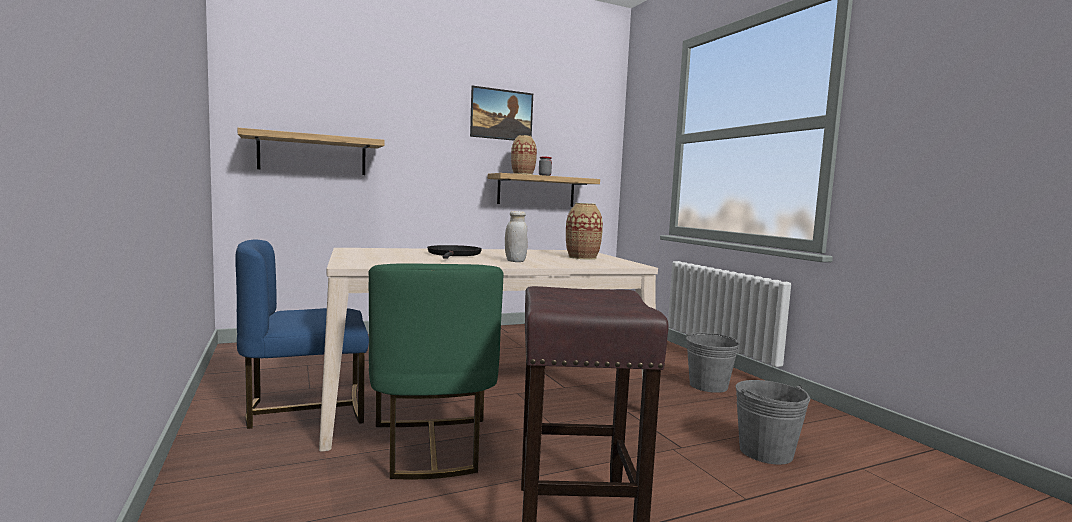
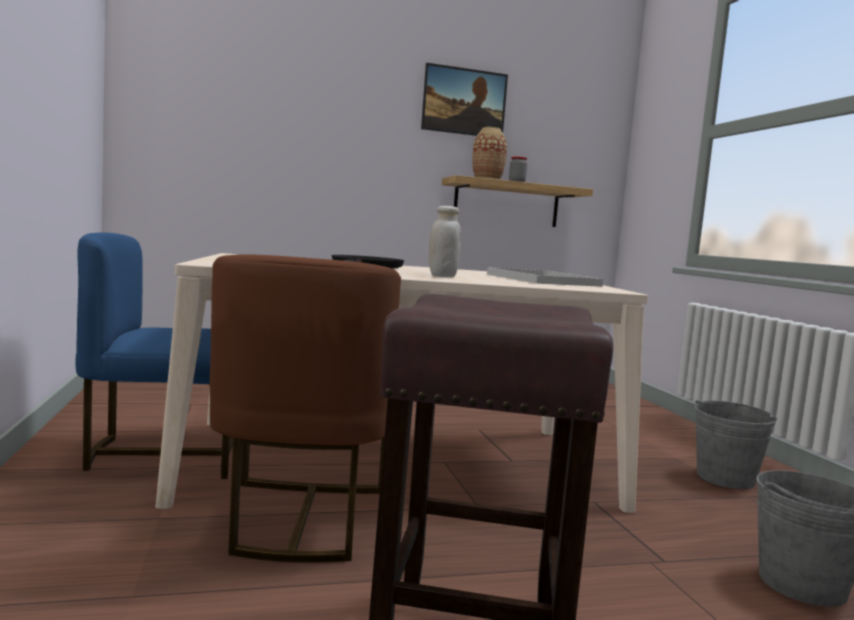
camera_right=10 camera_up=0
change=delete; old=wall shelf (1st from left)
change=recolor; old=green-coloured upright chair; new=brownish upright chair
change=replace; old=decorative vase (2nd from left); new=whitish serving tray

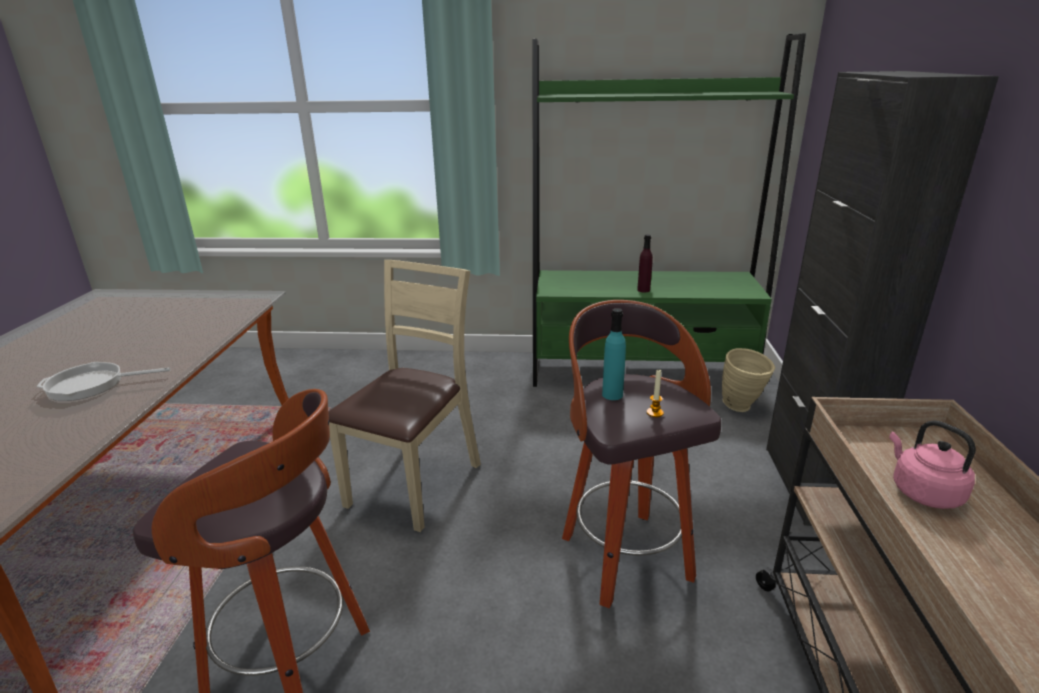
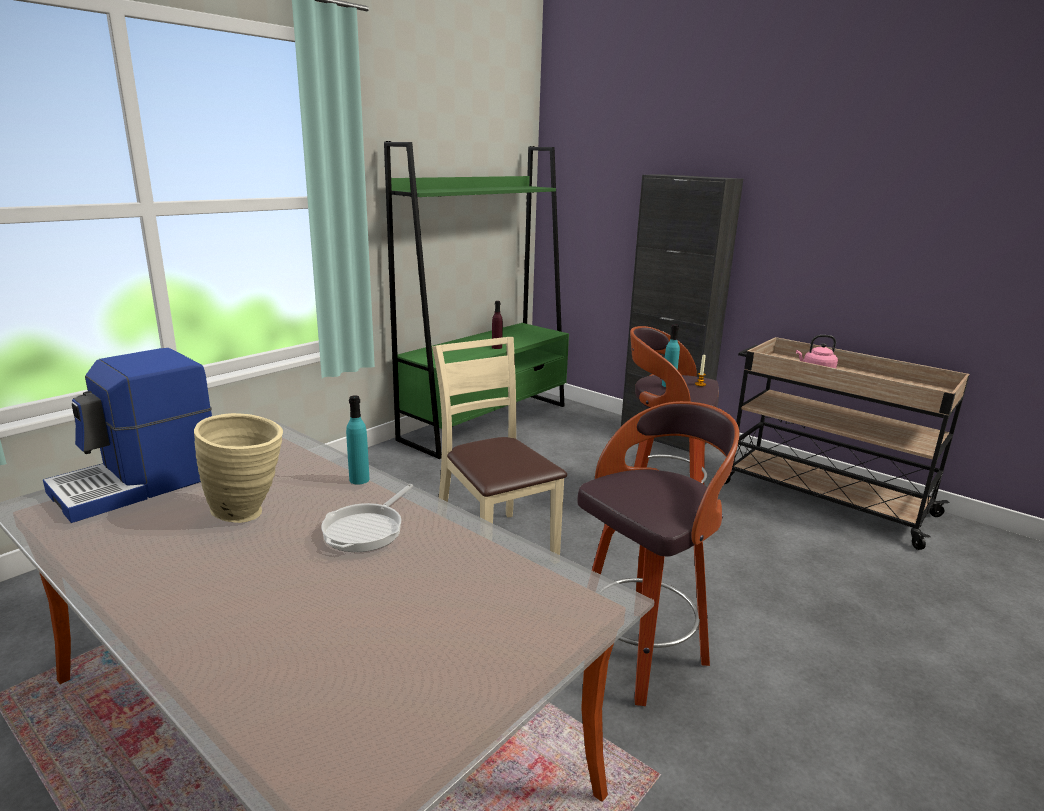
camera_right=-55 camera_up=-5
change=move; old=beige-coloured decorative vase
change=insert; new=coffee brewer
change=insert; new=blue-green drink bottle (1st from left)

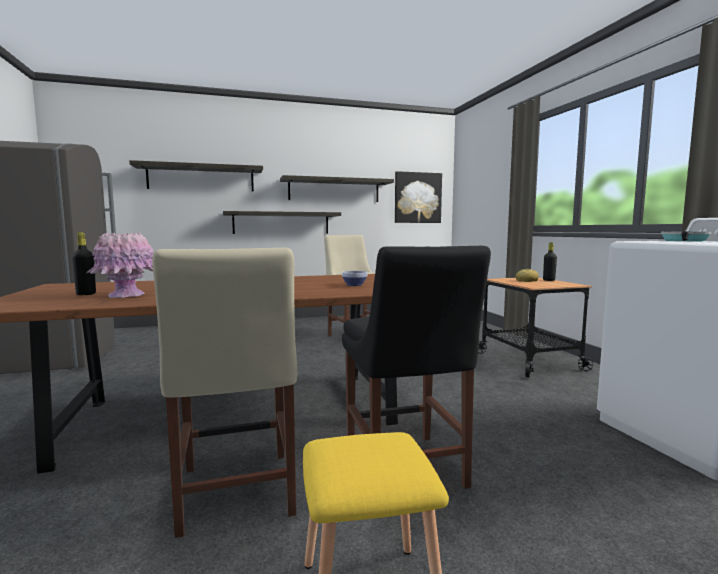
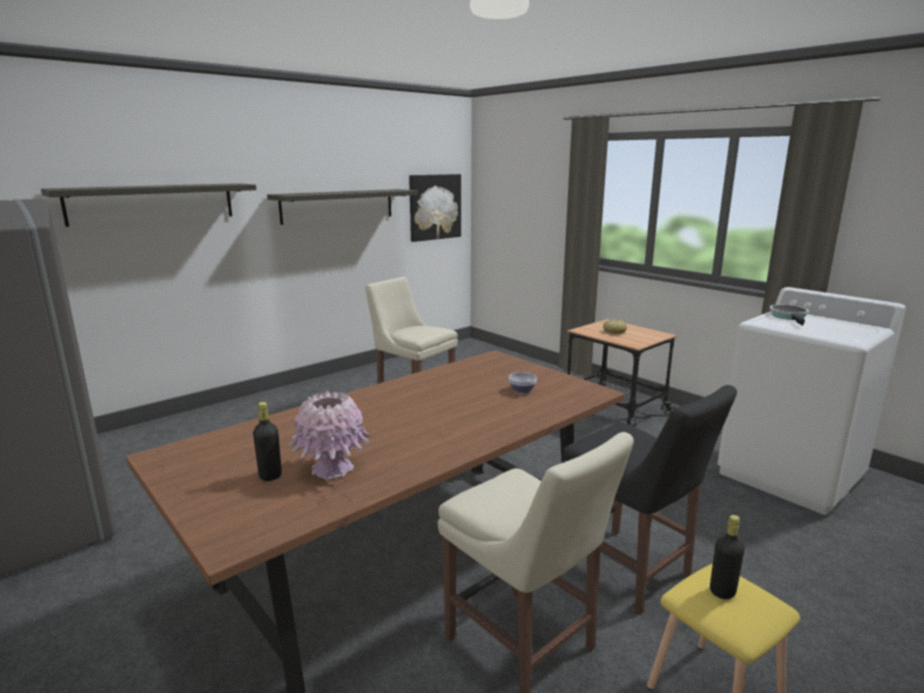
camera_right=-25 camera_up=10
change=delete; old=wall shelf (2nd from left)
change=move; old=black drink bottle (2nd from left)

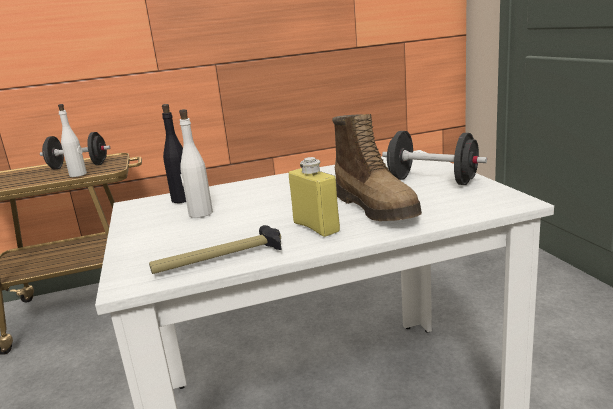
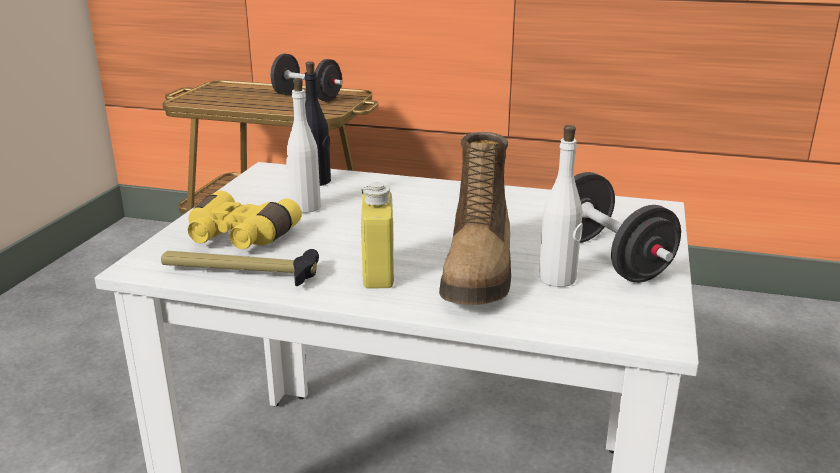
camera_right=30 camera_up=5
change=move; old=whitish drink bottle (1st from left in the first image); new=whitish drink bottle (2nd from left)
change=insert; new=yellow field glasses

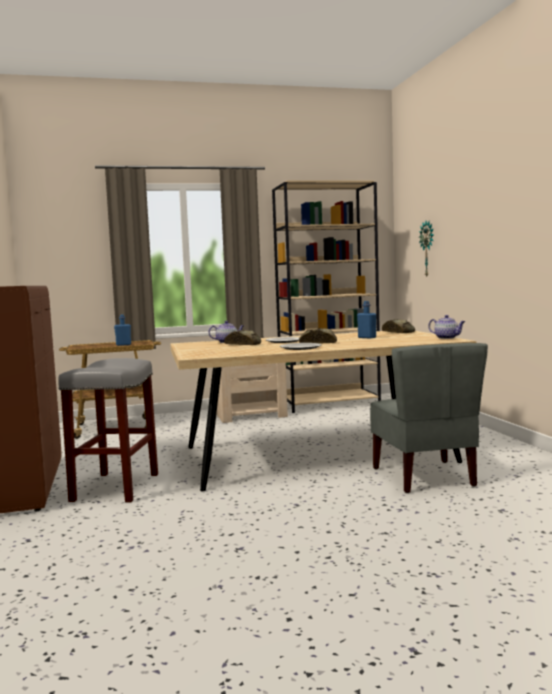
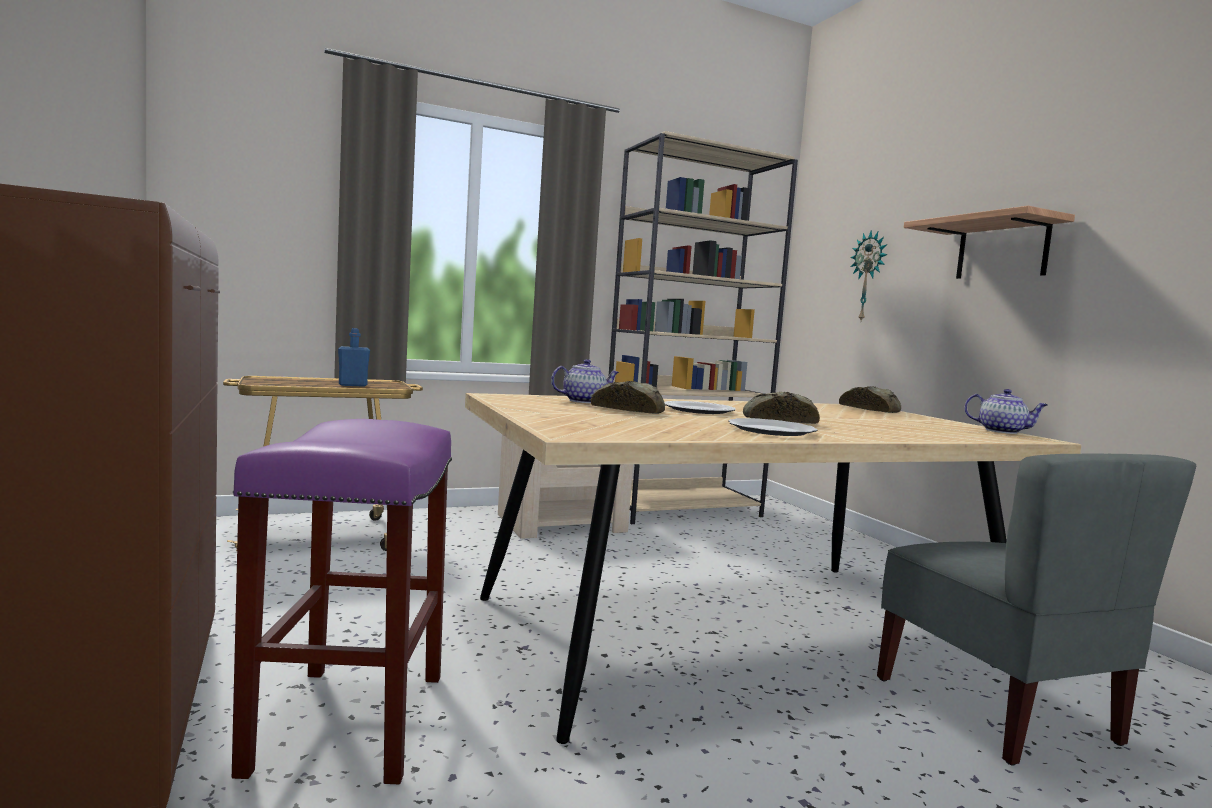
camera_right=-10 camera_up=0
change=recolor; old=grey sitting stool; new=purple-coloured sitting stool
change=delete; old=blue-coloured drink bottle (2nd from left)
change=insert; new=wall shelf

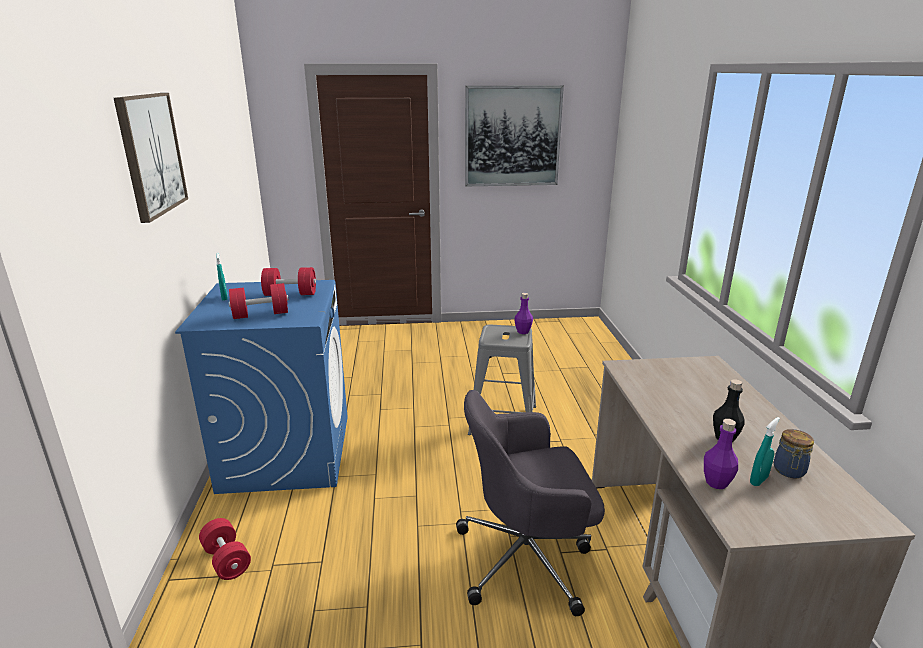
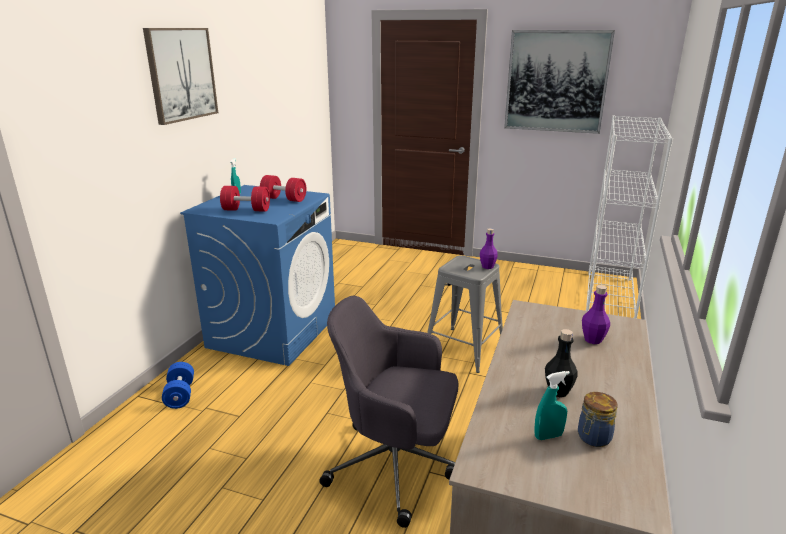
camera_right=25 camera_up=0
change=recolor; old=red hand weight (1st from left); new=blue-coloured hand weight
change=move; old=purple-coloured drink bottle (2nd from left)
change=insert; new=whitish shelving unit

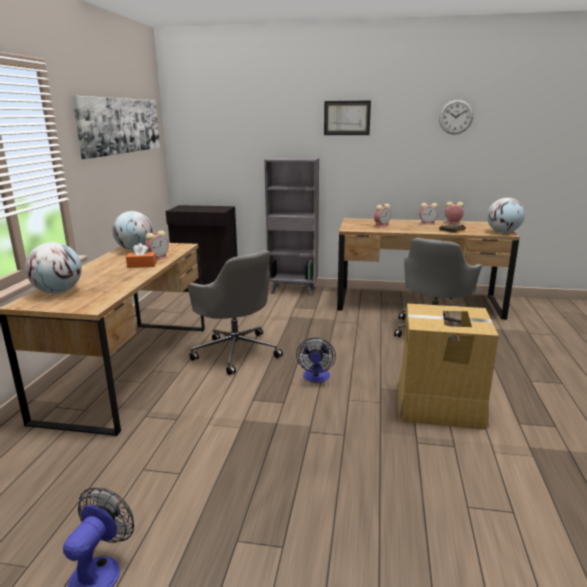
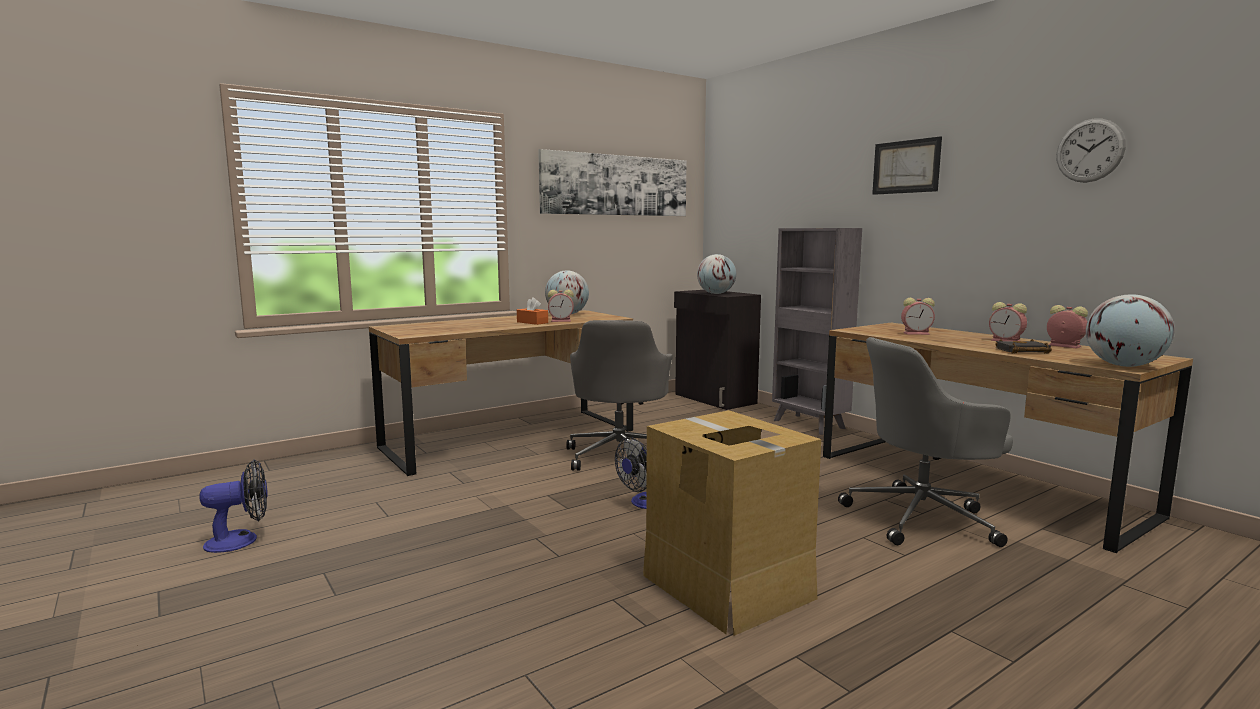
camera_right=45 camera_up=-10
change=move; old=globe (1st from left in the first image); new=globe (2nd from left)

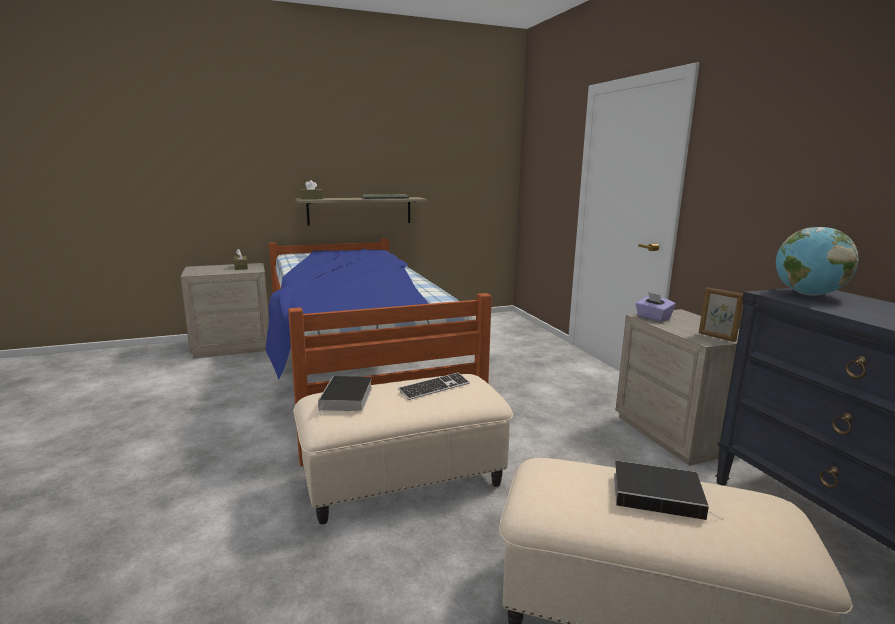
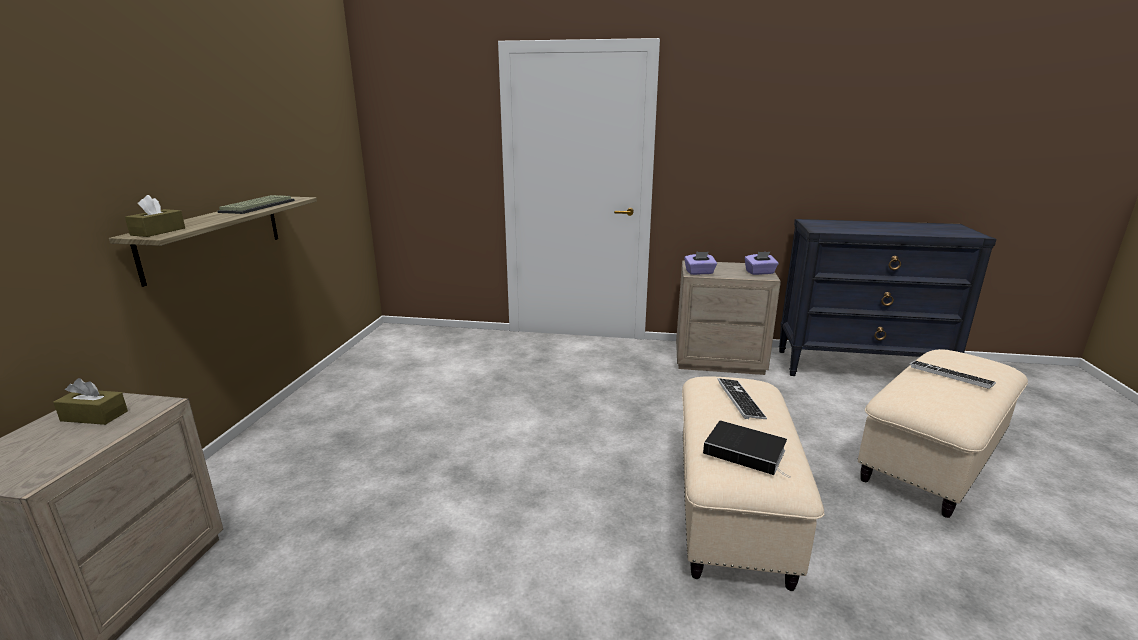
camera_right=-60 camera_up=5
change=delete; old=sleeping bed
change=replace; old=book (2nd from left); new=PC keyboard (3rd from left)
change=replace; old=photo frame; new=purple-coloured tissue holder (2nd from left)
change=delete; old=globe

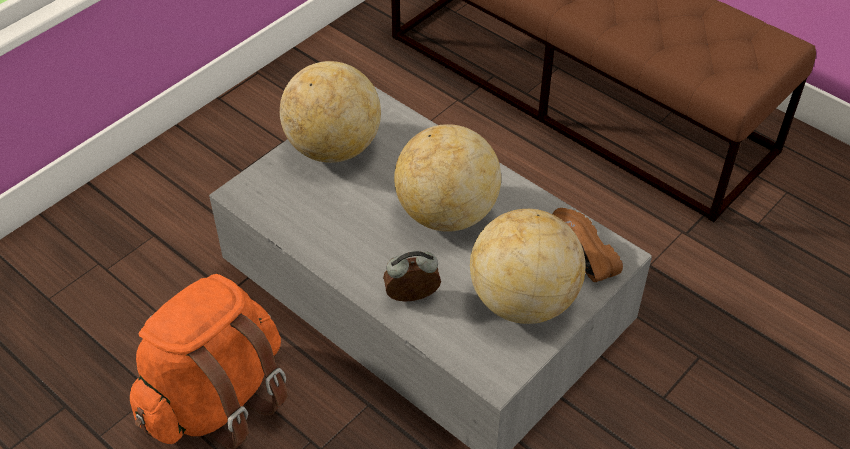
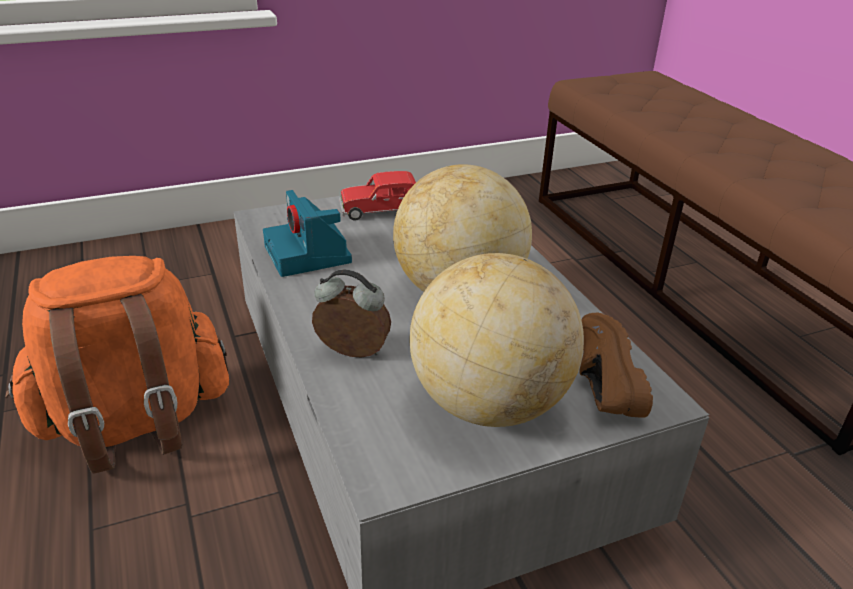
camera_right=25 camera_up=-15
change=replace; old=globe (1st from left); new=red model car
change=insert; new=photo camera

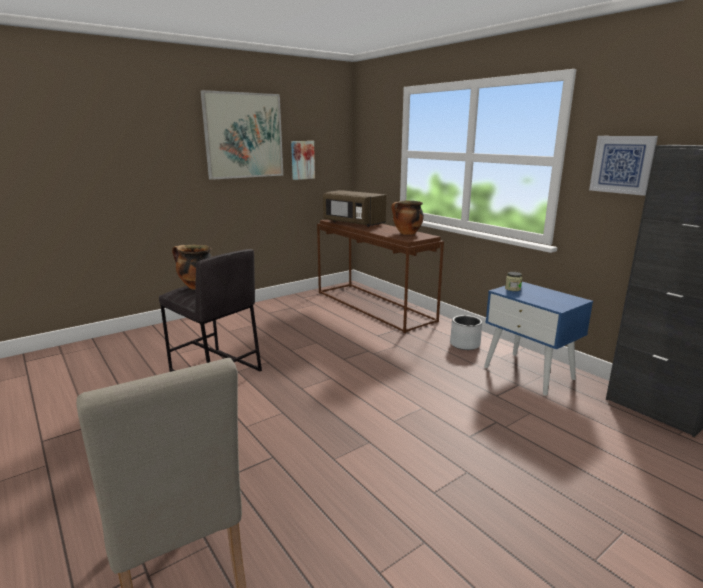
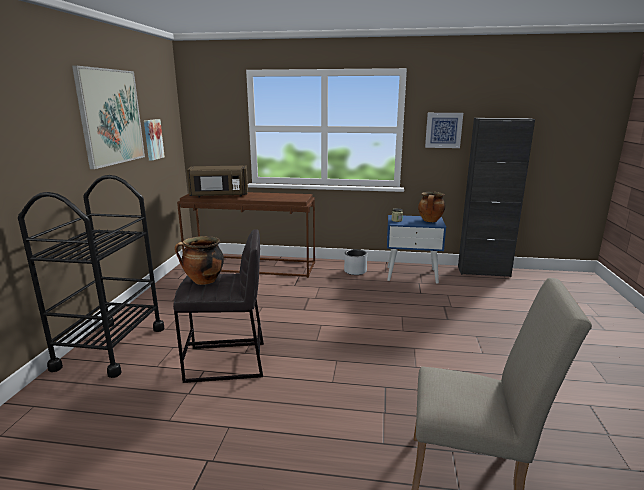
camera_right=-45 camera_up=0
change=move; old=stockpot (2nd from left)
change=insert; new=black wheeled cart

